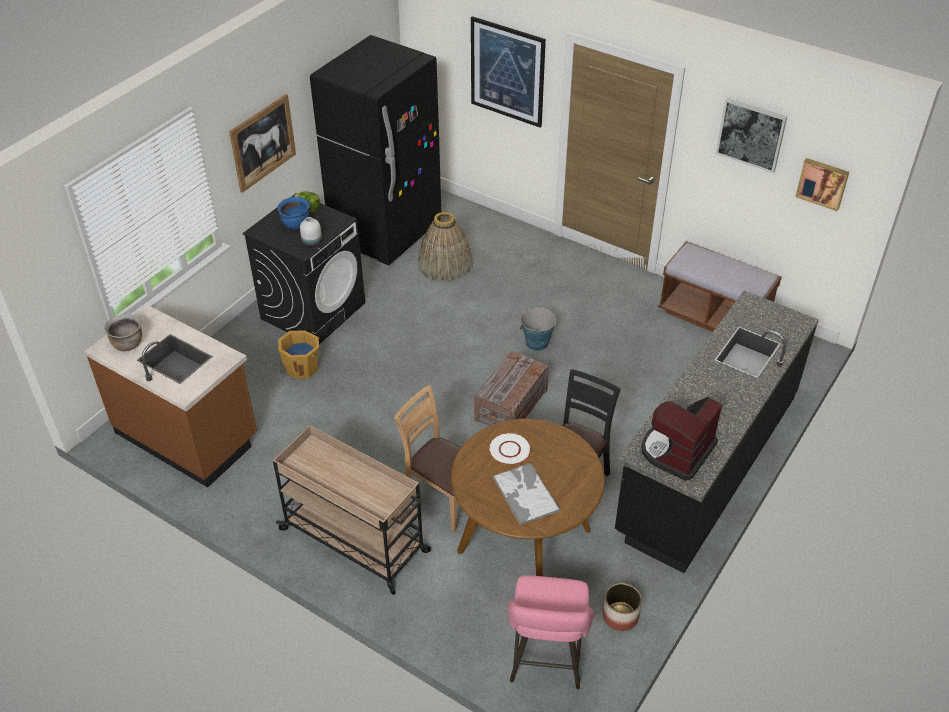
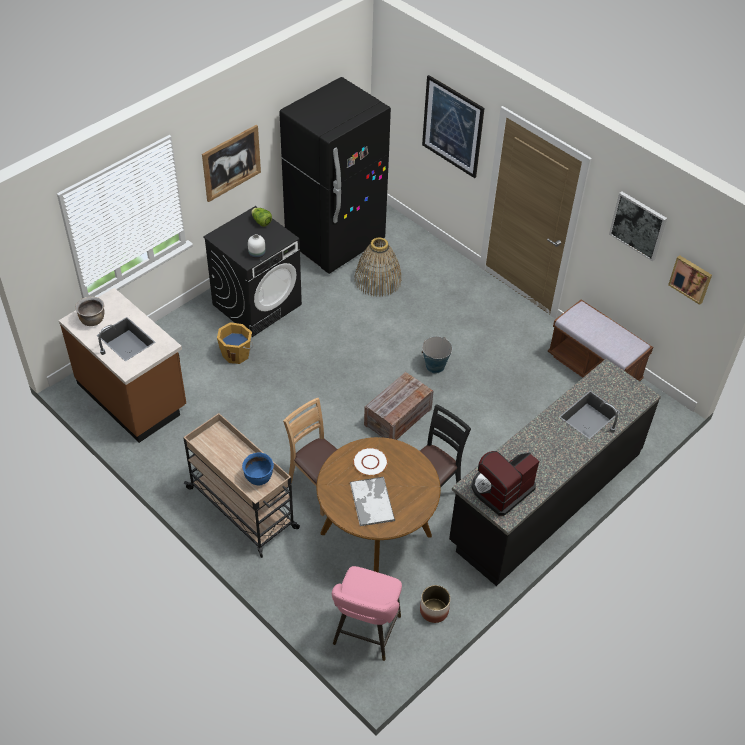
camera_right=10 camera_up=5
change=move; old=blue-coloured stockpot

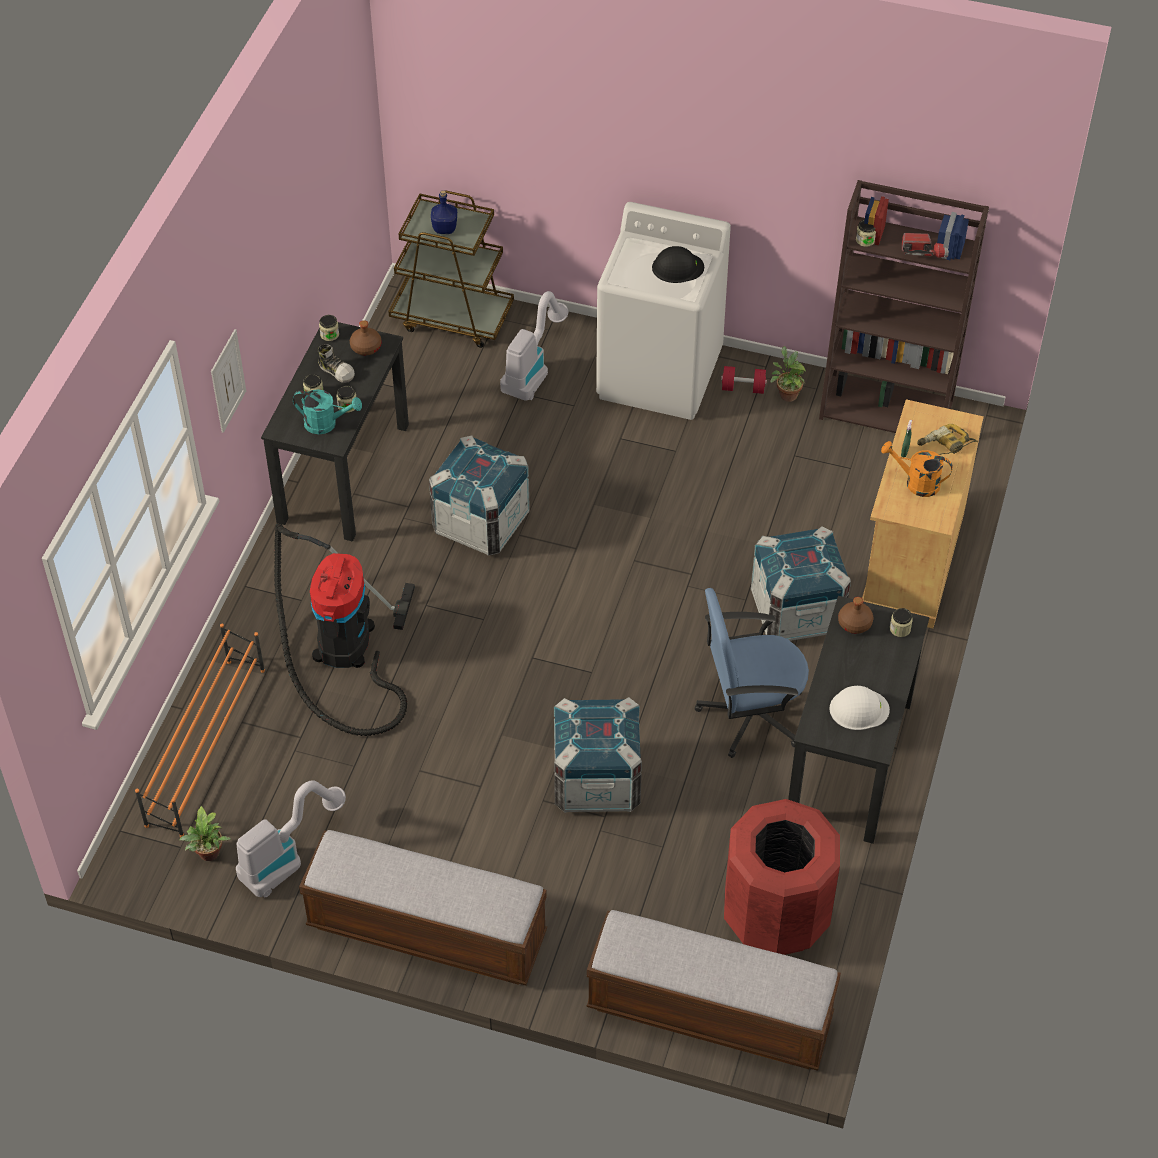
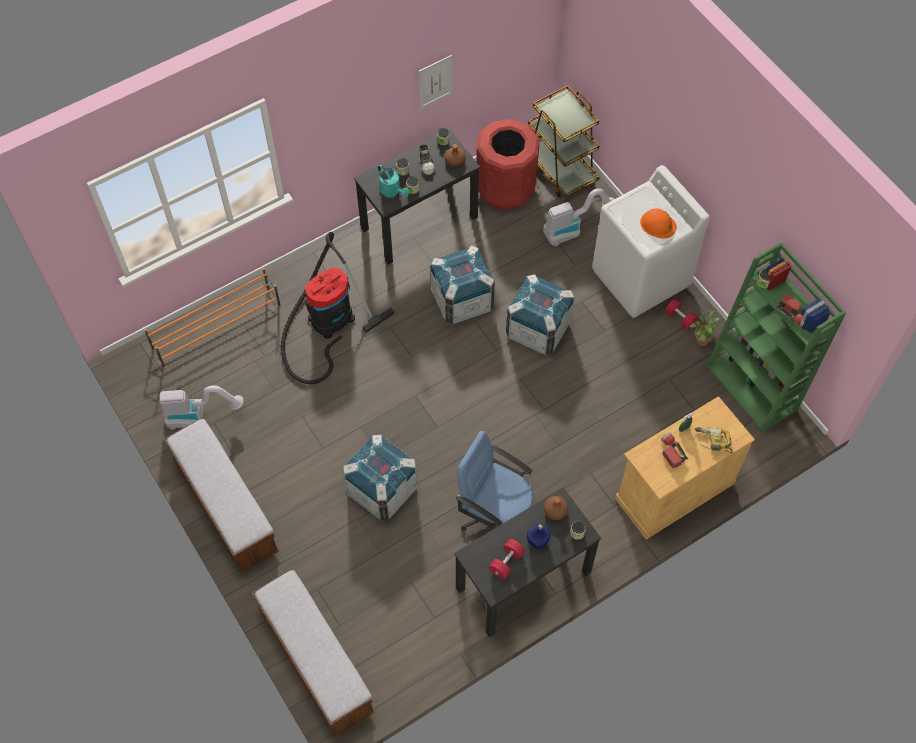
camera_right=40 camera_up=10
change=delete; old=potted plant (1st from left)
change=move; old=wall art
change=move; old=blue-coloured drink bottle
change=recolor; old=black work helmet; new=orange work helmet
change=move; old=red rubbish bin
change=move; old=crate (3rd from left)
change=recolor; old=brownish shelving unit; new=green-coloured shelving unit
change=replace; old=whitish work helmet; new=red hand weight (1st from left)
change=replace; old=orange watering can; new=hand torch (1st from left)

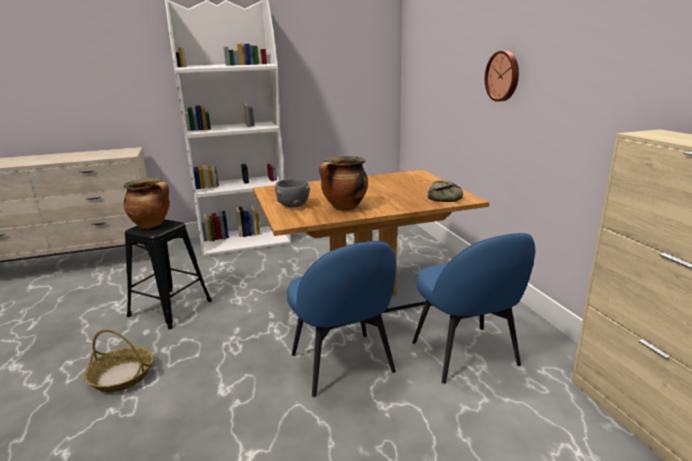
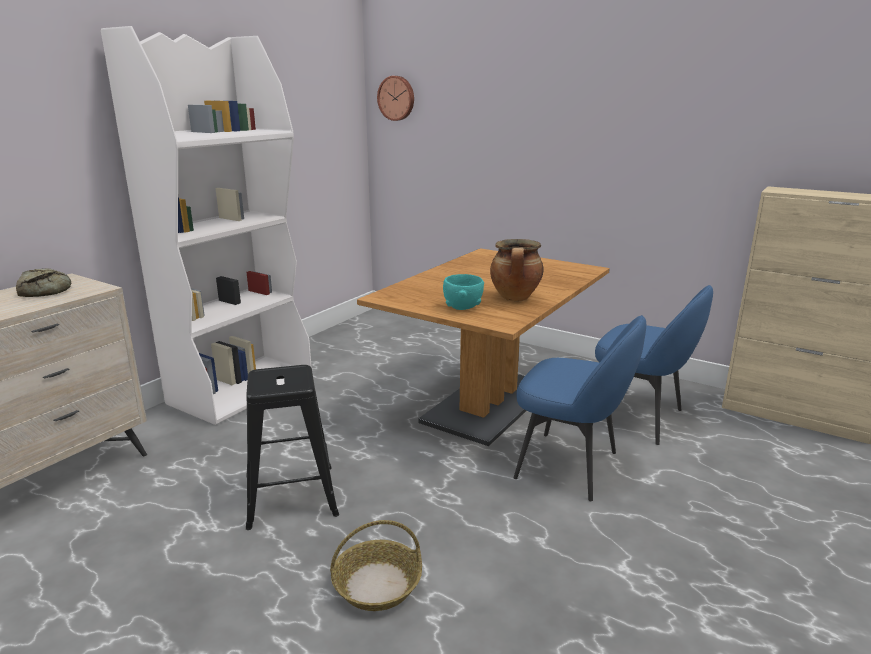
camera_right=-40 camera_up=0
change=delete; old=stockpot (1st from left)
change=recolor; old=grey serving bowl; new=blue-green serving bowl
change=move; old=bread
change=move; old=wall clock

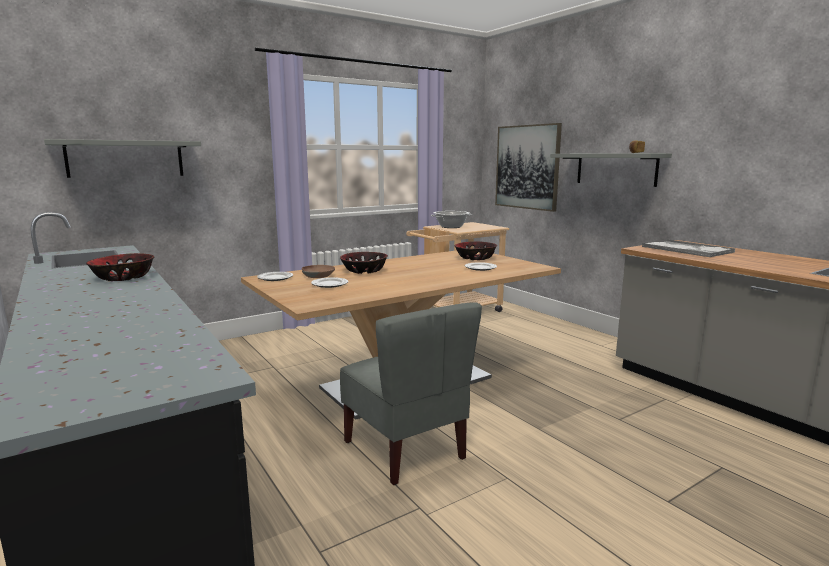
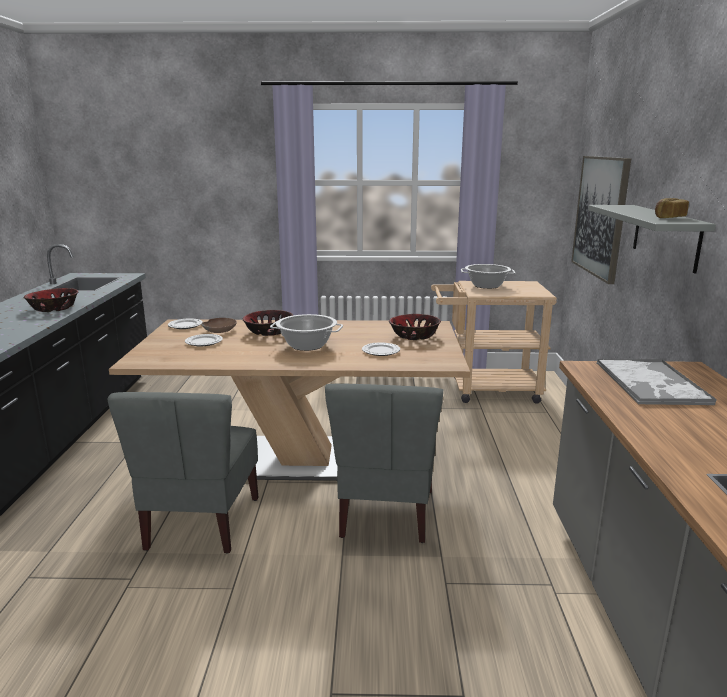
camera_right=35 camera_up=5
change=delete; old=grey wall shelf (1st from left)
change=insert; new=stockpot (1st from left)
change=insert; new=grey upright chair (2nd from left)

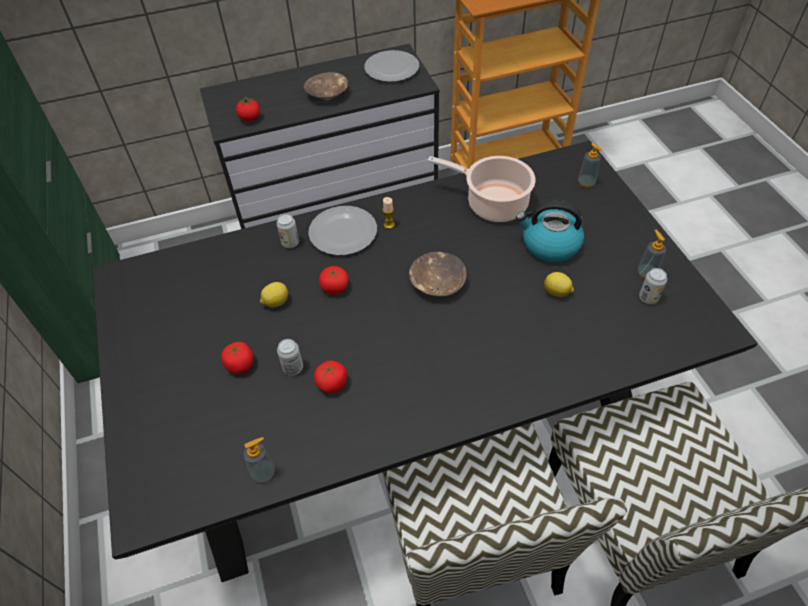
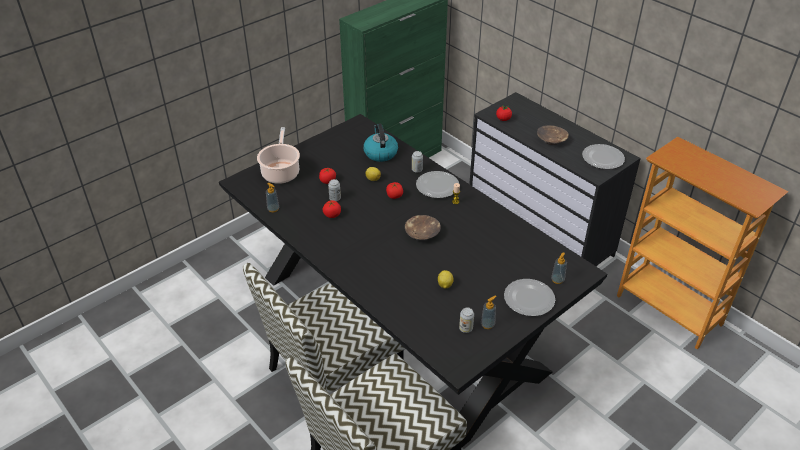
camera_right=65 camera_up=-10
change=move; old=stockpot
change=move; old=tea kettle
change=insert; new=plate (2nd from left)

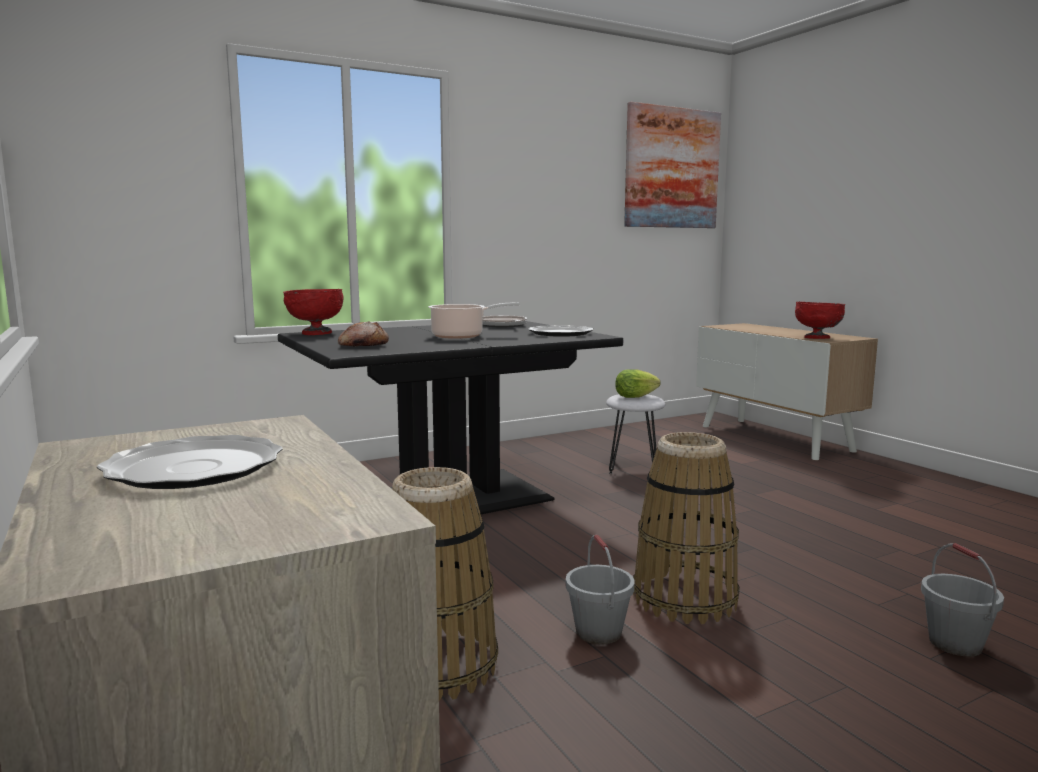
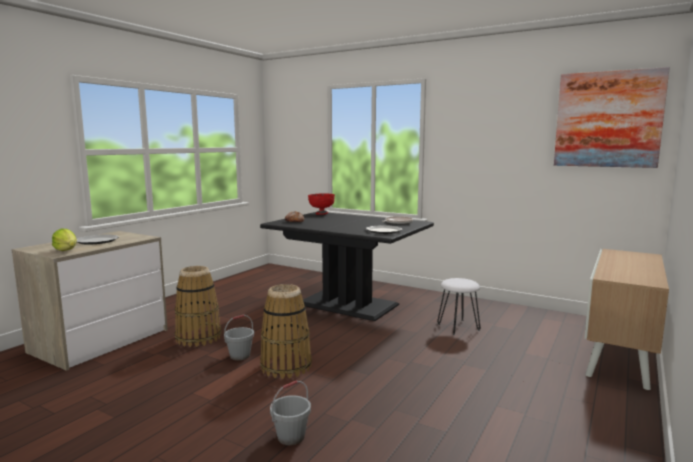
camera_right=60 camera_up=0
change=delete; old=stockpot
change=move; old=head of lettuce
change=delete; old=red serving bowl (2nd from left)

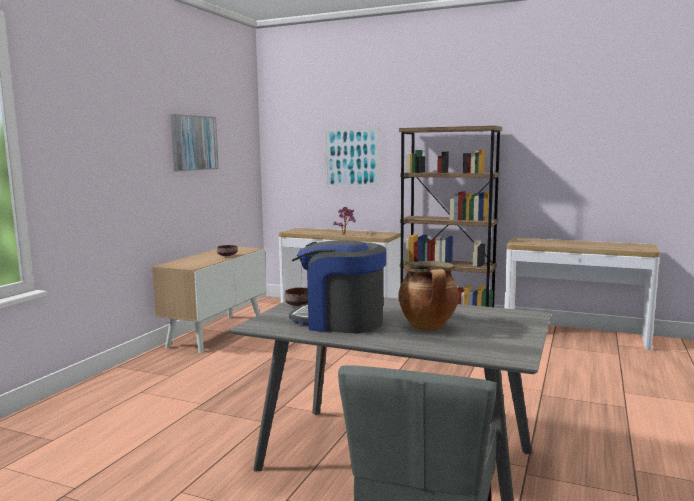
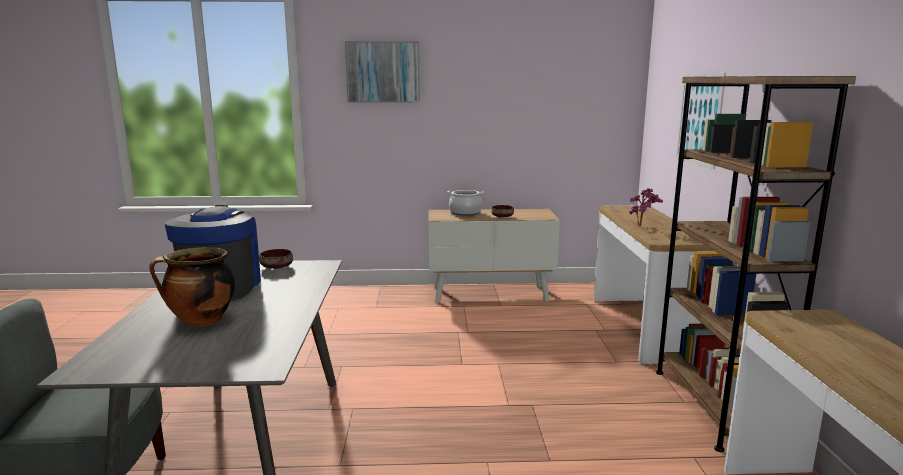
camera_right=65 camera_up=5
change=move; old=wall art (1st from left)
change=insert; new=stockpot (2nd from left)

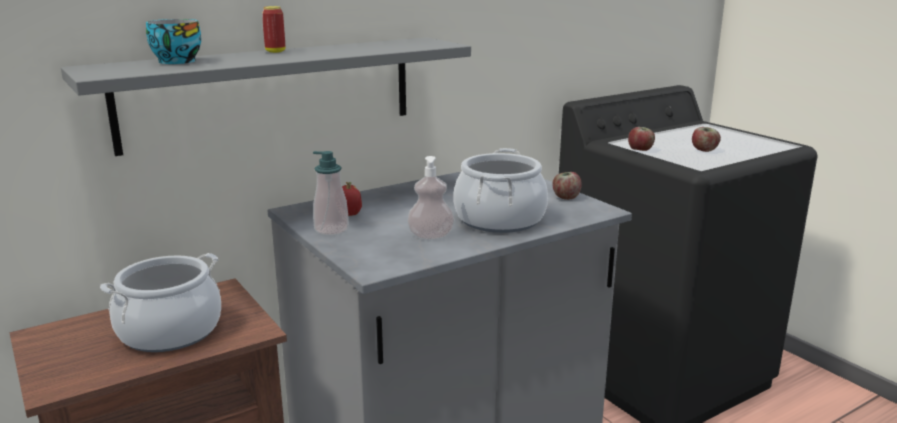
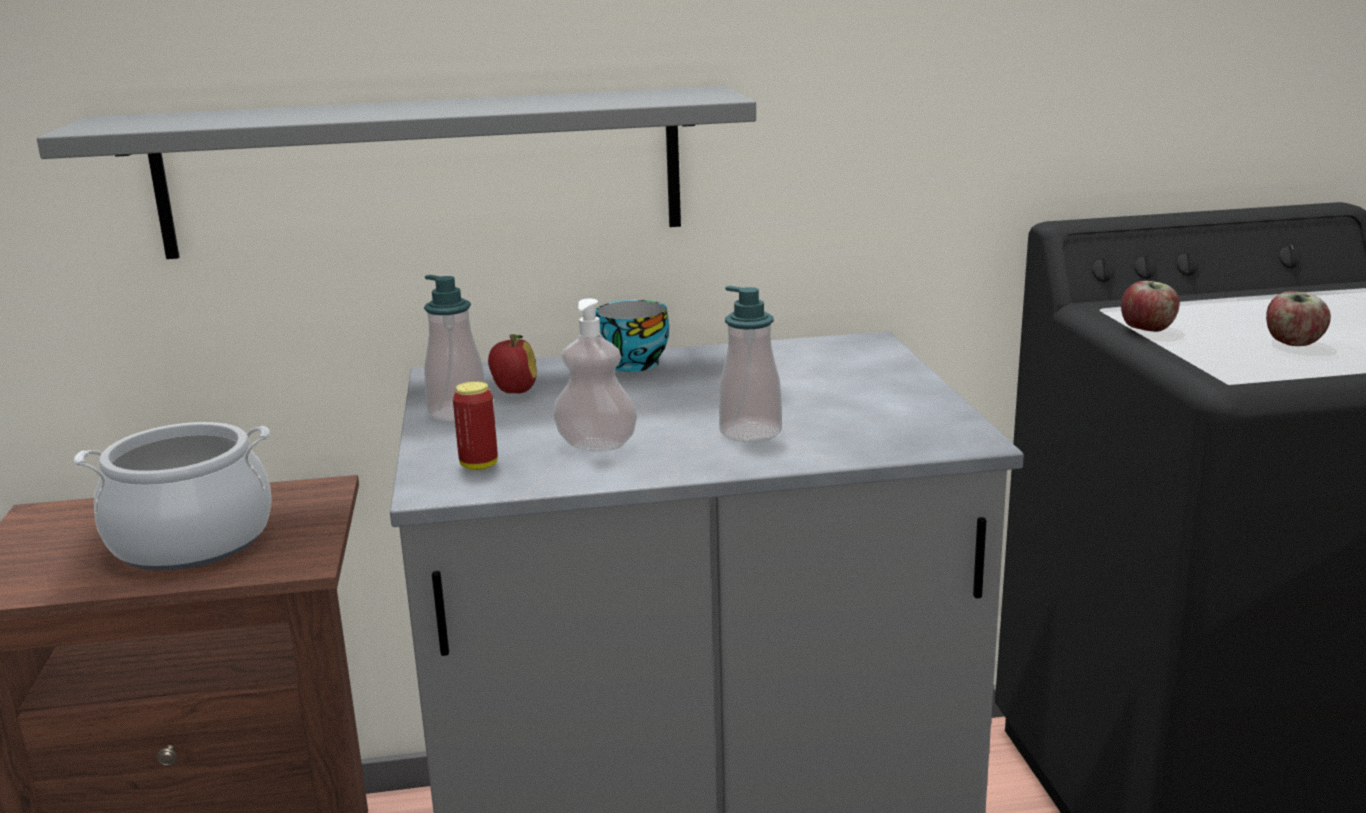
camera_right=25 camera_up=0
change=move; old=small cup
change=move; old=metal can
change=replace; old=stockpot (2nd from left); new=soap dispenser (3rd from left)
change=delete; old=apple fruit (2nd from left)

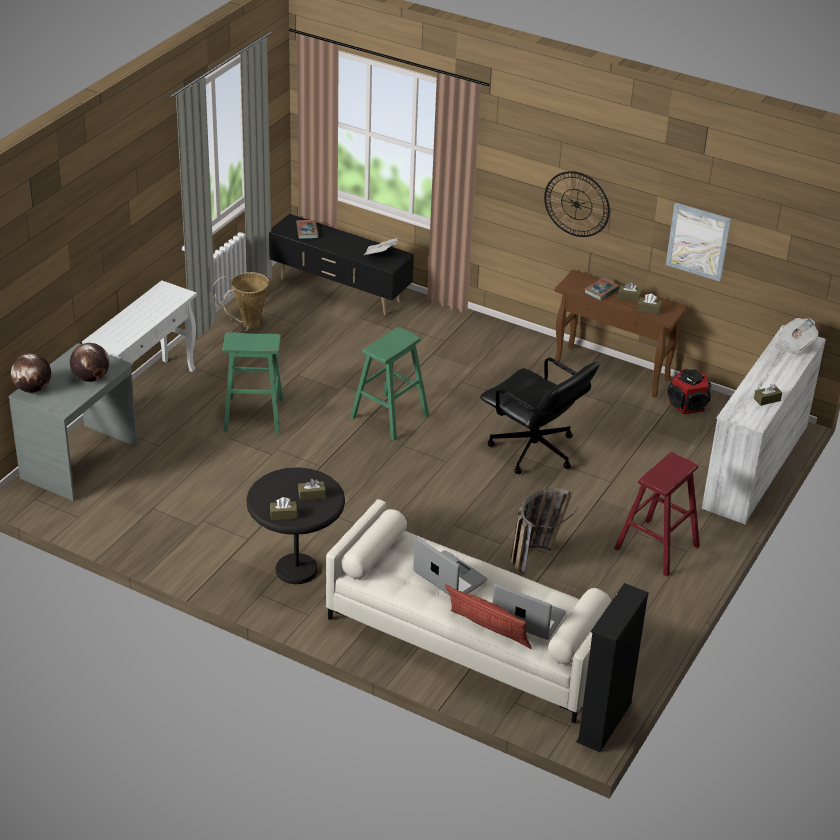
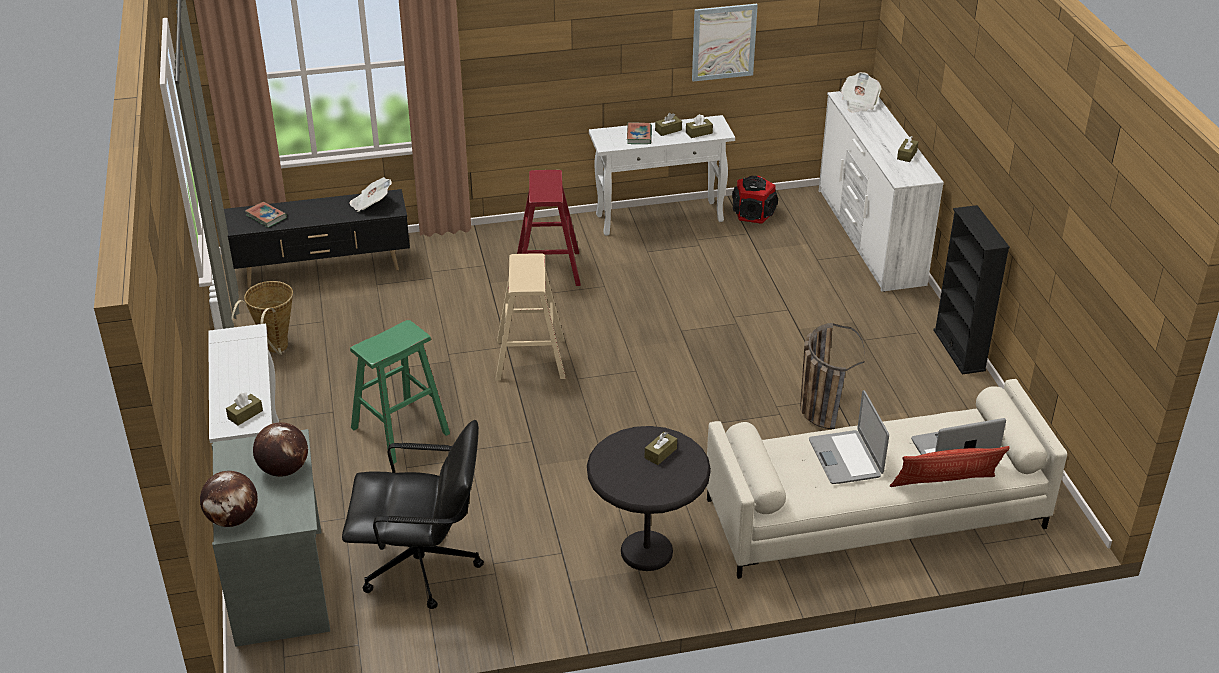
camera_right=-40 camera_up=0
change=move; old=brownish tissue holder (1st from left)
change=recolor; old=green-coloured sitting stool (2nd from left); new=beige-coloured sitting stool
change=rotate; old=notebook computer (1st from left); degrees=-105
change=move; old=black office chair
change=delete; old=wall clock
change=recolor; old=brownish console table; new=whitish console table (2nd from left)
change=move; old=black shelving unit
change=move; old=red sitting stool

